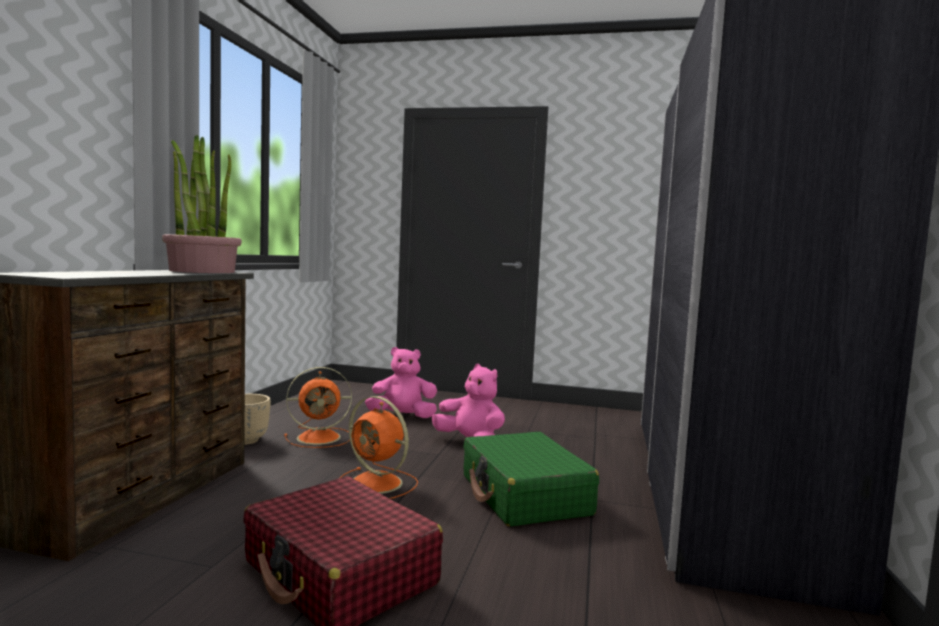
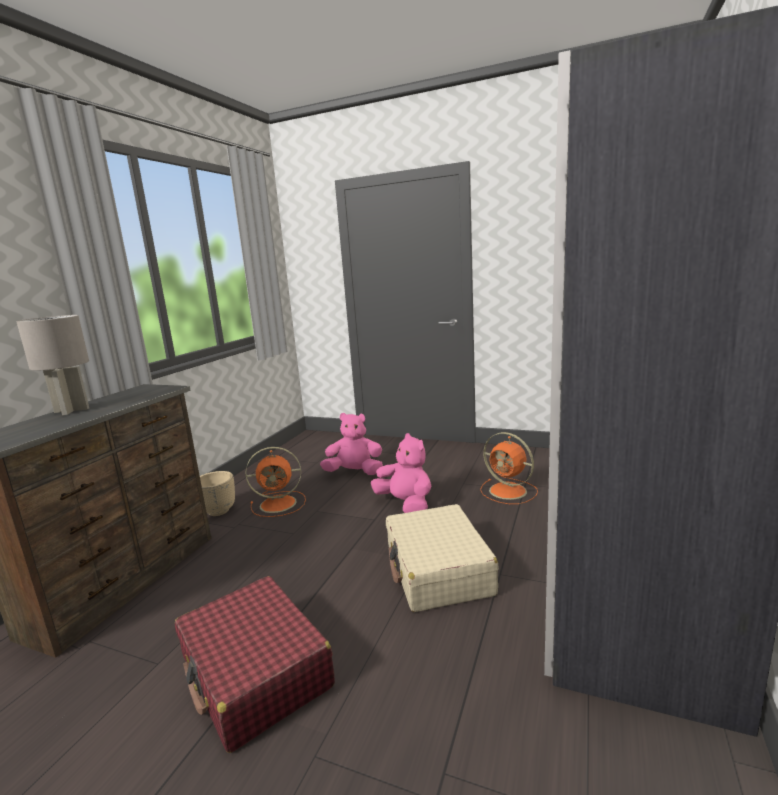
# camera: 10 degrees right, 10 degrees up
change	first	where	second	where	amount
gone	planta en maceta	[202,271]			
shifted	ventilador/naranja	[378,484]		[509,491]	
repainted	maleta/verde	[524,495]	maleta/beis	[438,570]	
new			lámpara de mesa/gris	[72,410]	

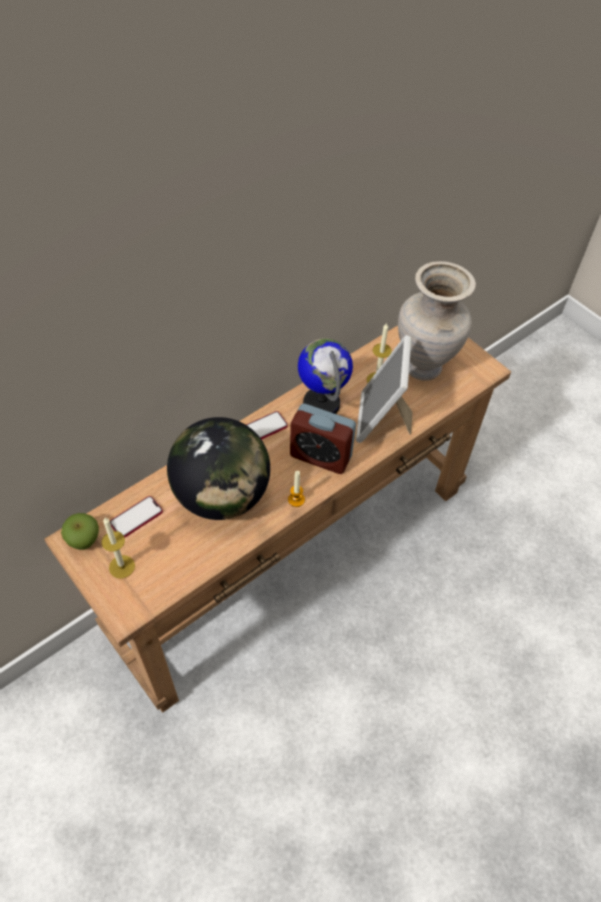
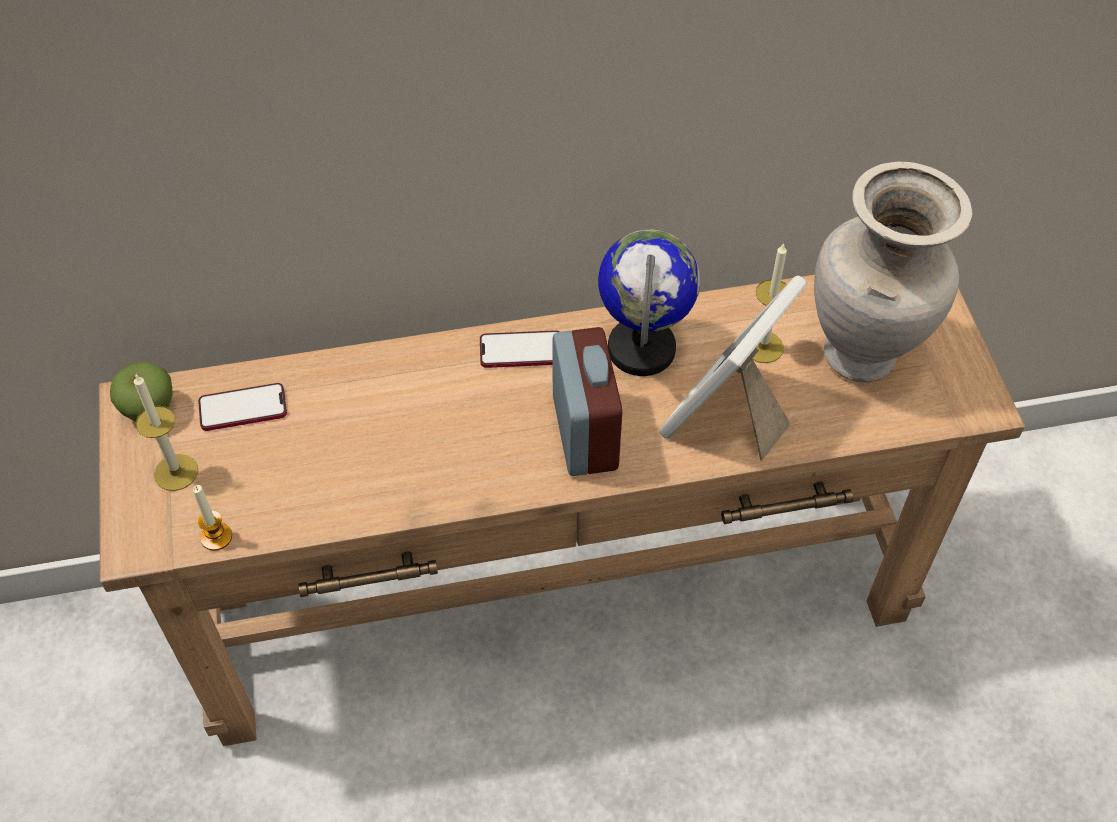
# camera: 30 degrees right, 0 degrees up
change	first	where	second	where	amount
gone	globo terráqueo	[221,496]			
shifted	vela	[296,500]		[216,537]	
rotated	despertador	[320,456]		[585,433]	150 degrees counterclockwise

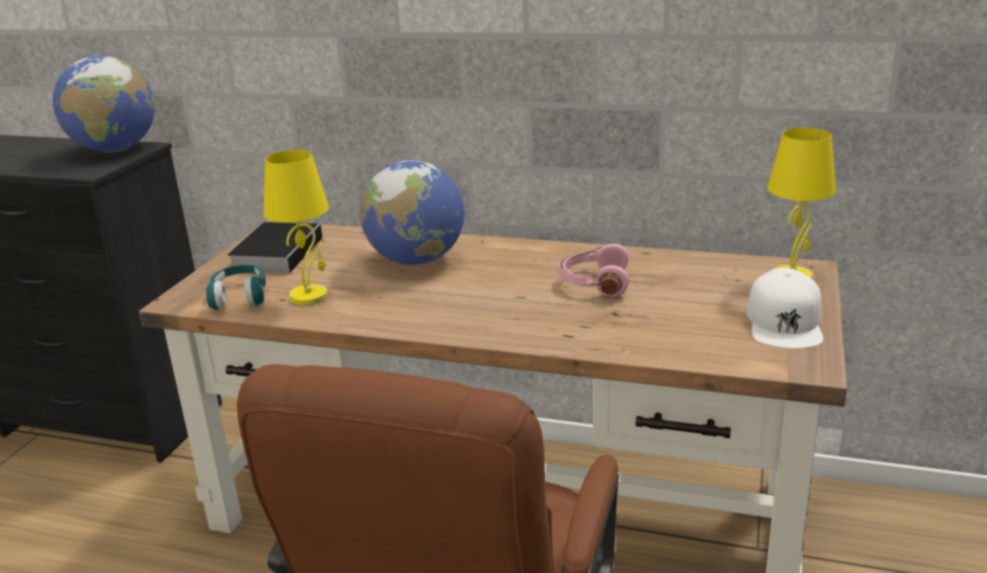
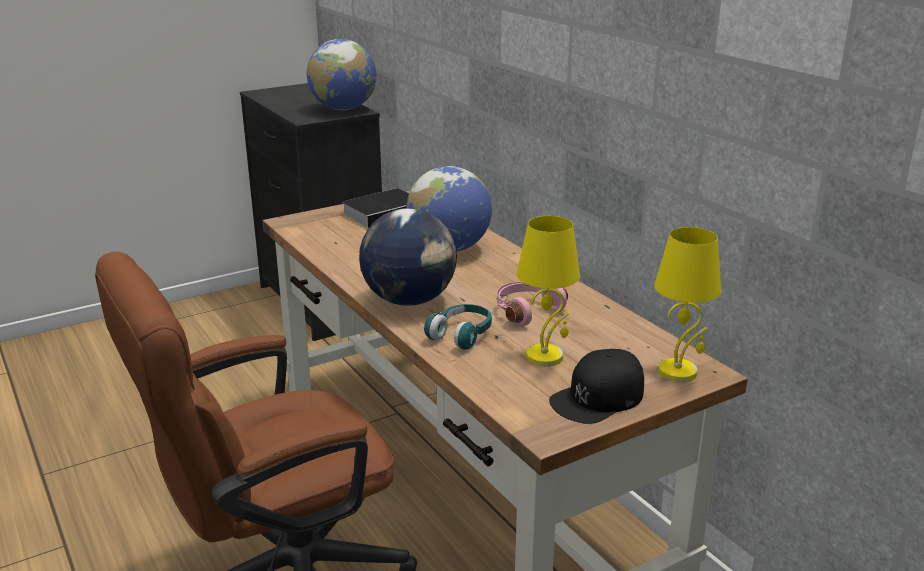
# camera: 40 degrees right, 0 degrees up
change	first	where	second	where	amount
shifted	auriculares/turquesa	[240,297]		[461,335]	
shifted	lámpara de mesa/amarillo	[309,296]		[545,356]	
repainted	gorra/blanco	[785,322]	gorra/negro	[598,397]	
new			globo terráqueo	[410,301]	

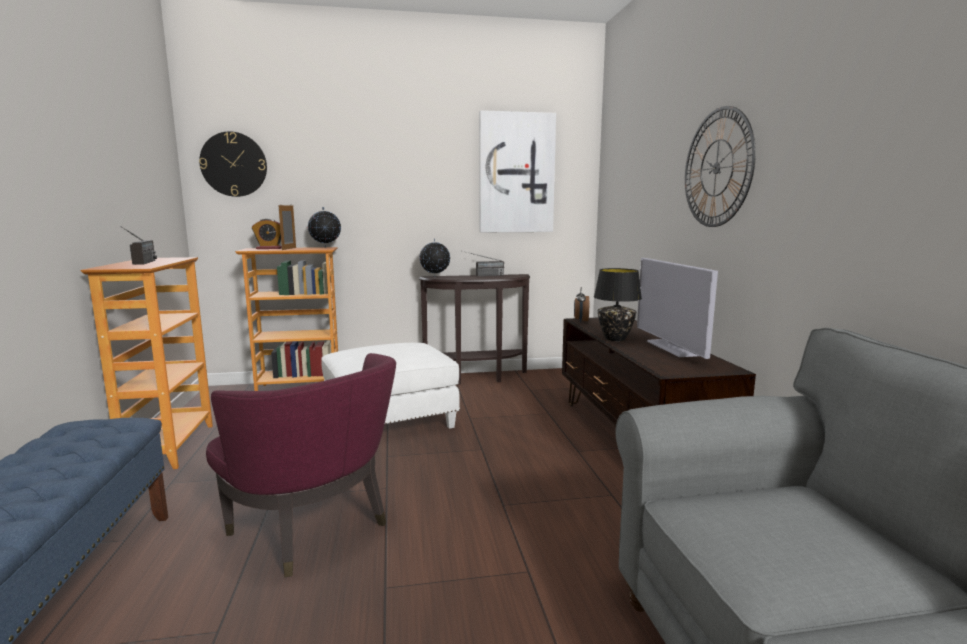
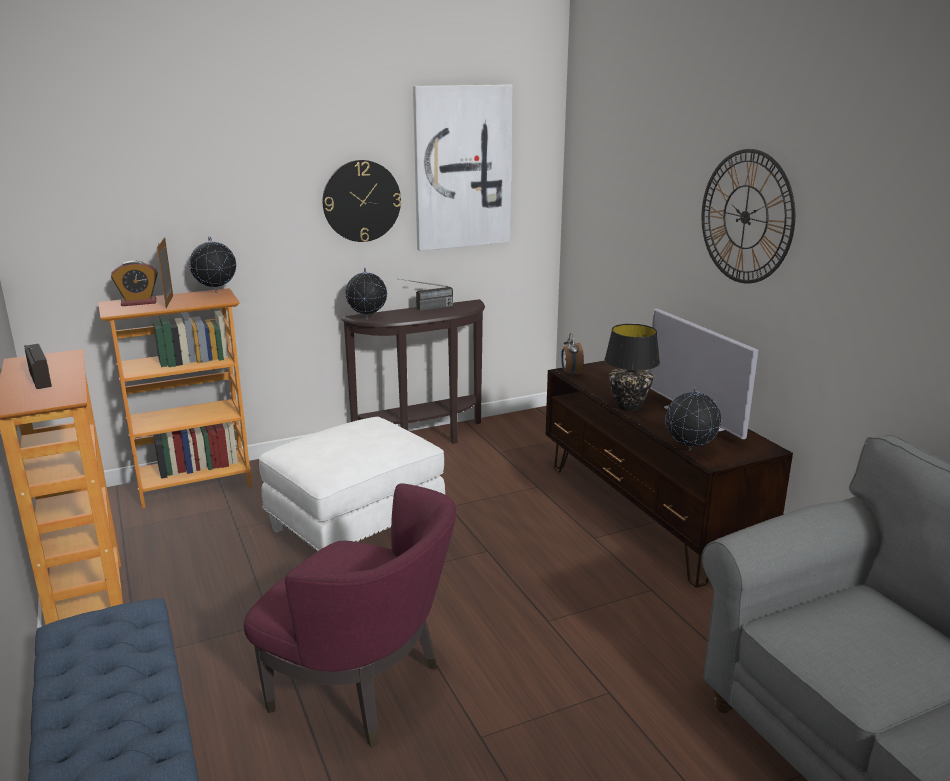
# camera: 15 degrees left, 10 degrees up
change	first	where	second	where	amount
shifted	reloj de pared	[234,164]		[361,201]	
new			globo terráqueo	[689,450]	

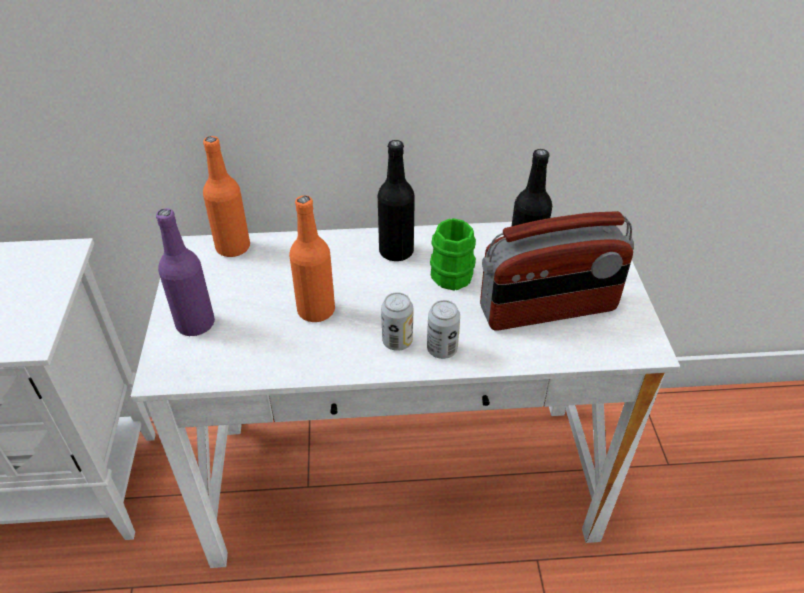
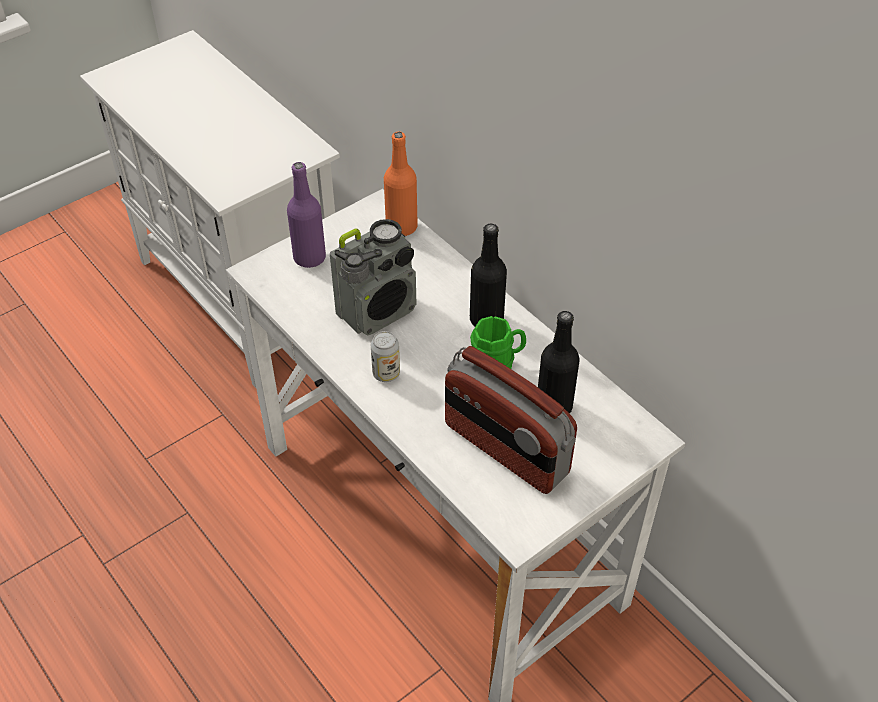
# camera: 55 degrees right, 5 degrees up
change	first	where	second	where	amount
swapped	botella/naranja	[316,310]	radio	[378,311]	
gone	lata	[442,349]			

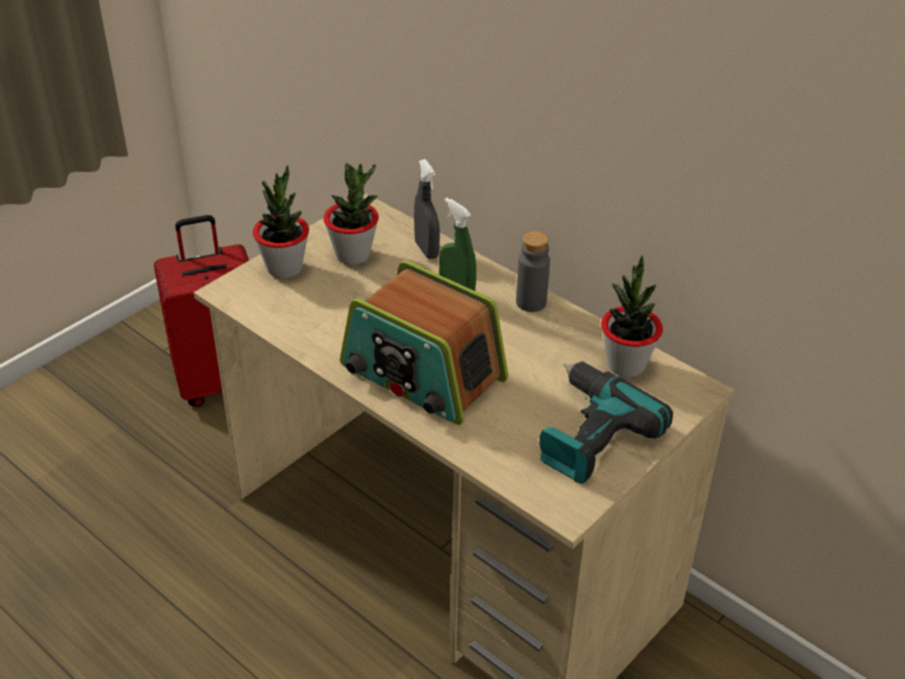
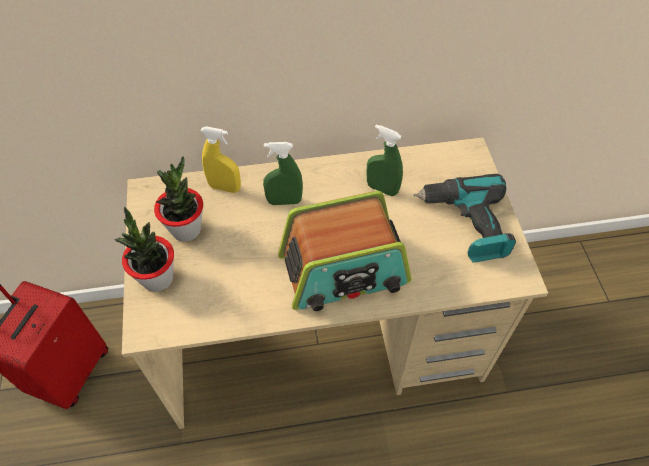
# camera: 50 degrees left, 15 degrees up
change	first	where	second	where	amount
repainted	pulverizador/gris	[426,250]	pulverizador/amarillo	[225,187]	
gone	botella/gris	[531,302]			
gone	planta en maceta	[626,364]			
new			pulverizador/verde	[382,189]	

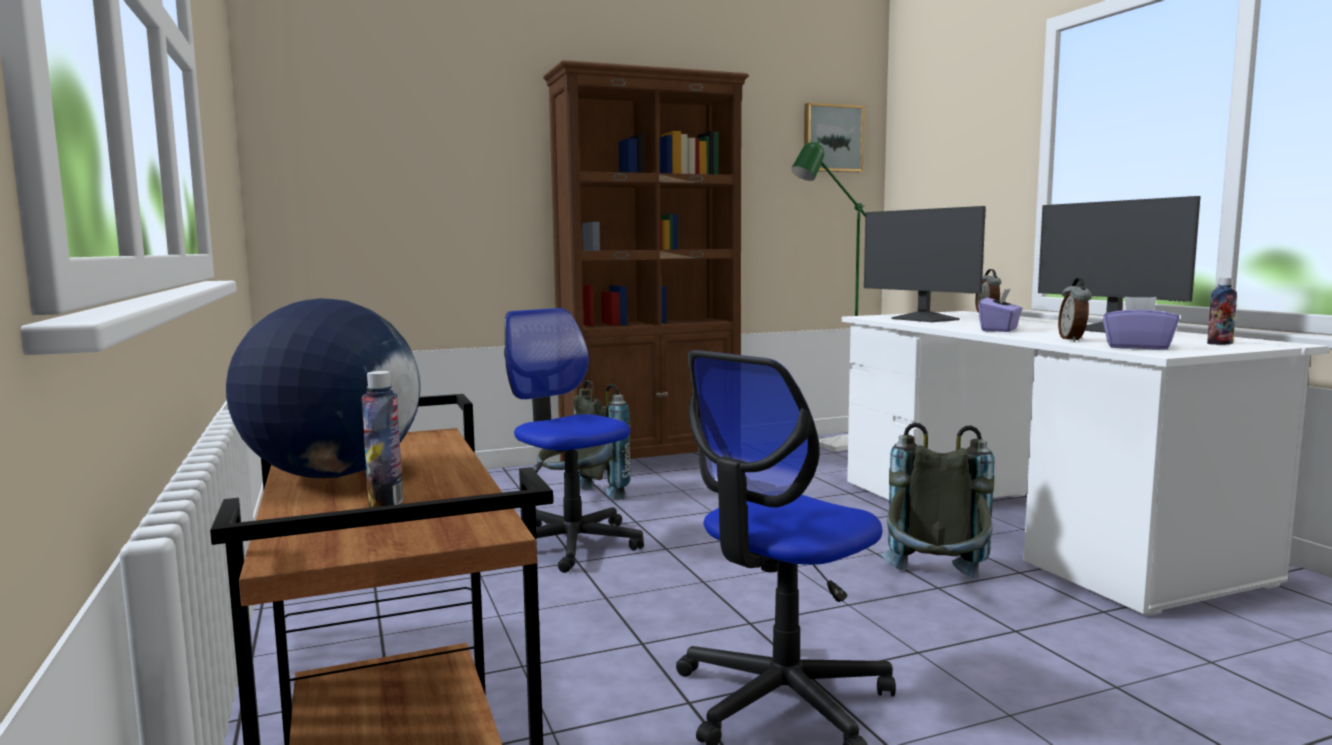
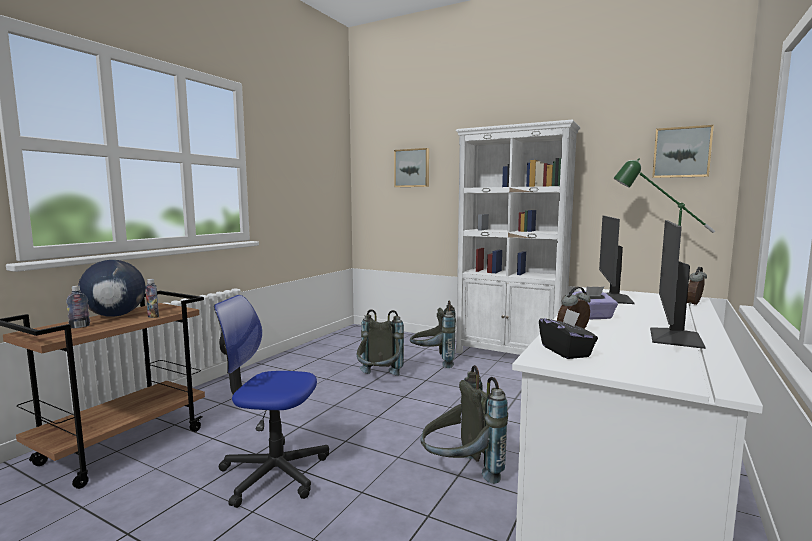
# camera: 50 degrees right, 0 degrees up
change	first	where	second	where	amount
swapped	silla de oficina	[570,544]	mochila/gris	[379,379]	
repainted	estantería/marrón	[652,462]	estantería/blanco	[510,355]	
repainted	caja de pañuelos/morado	[1137,347]	caja de pañuelos/negro	[566,351]	
shifted	botella	[1220,344]		[153,316]	
new			cuadro	[412,168]	

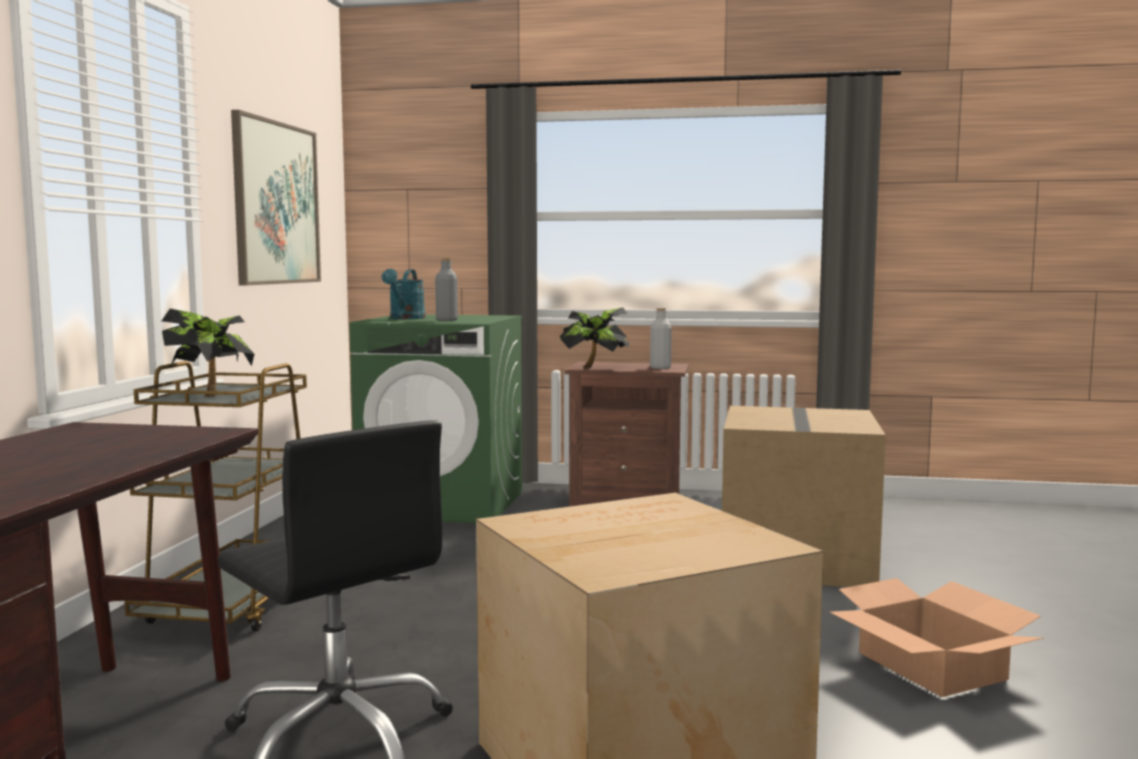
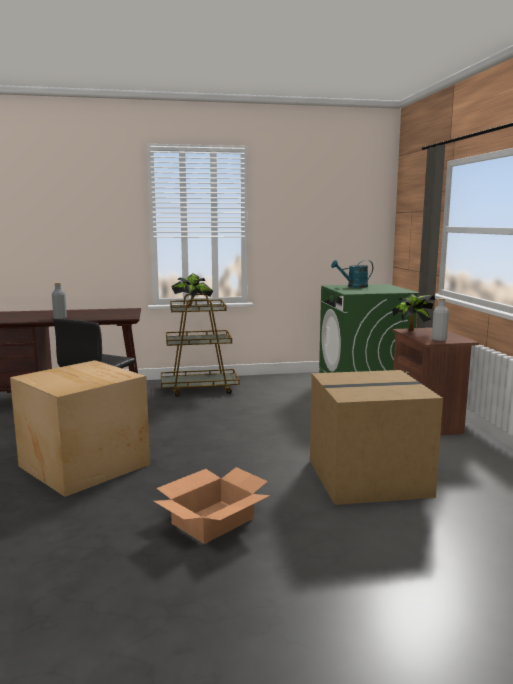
# camera: 70 degrees right, 5 degrees up
change	first	where	second	where	amount
gone	cuadro	[276,203]			
shifted	botella/gris	[447,320]		[60,318]	

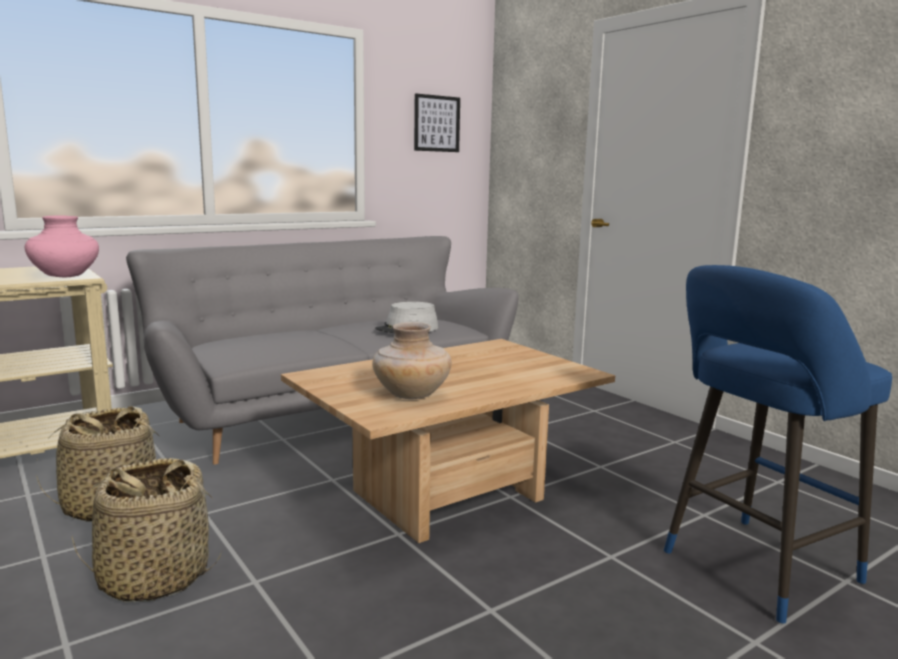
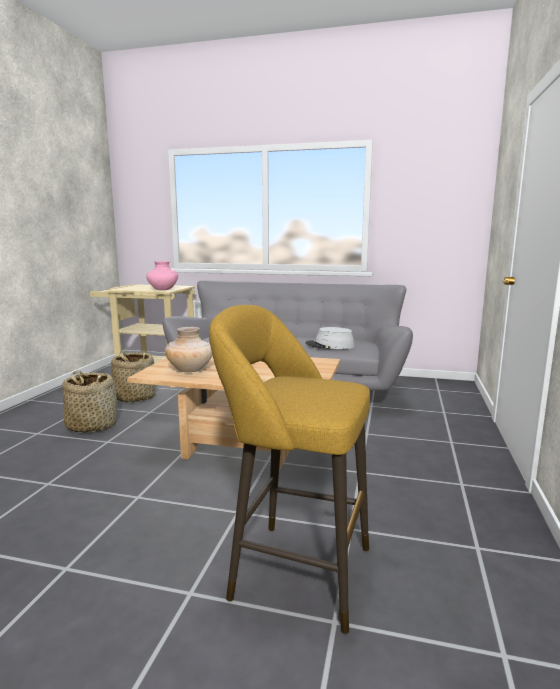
# camera: 50 degrees right, 0 degrees up
change	first	where	second	where	amount
gone	cuadro	[436,123]			
repainted	taburete/azul	[753,569]	taburete/amarillo	[293,570]	

